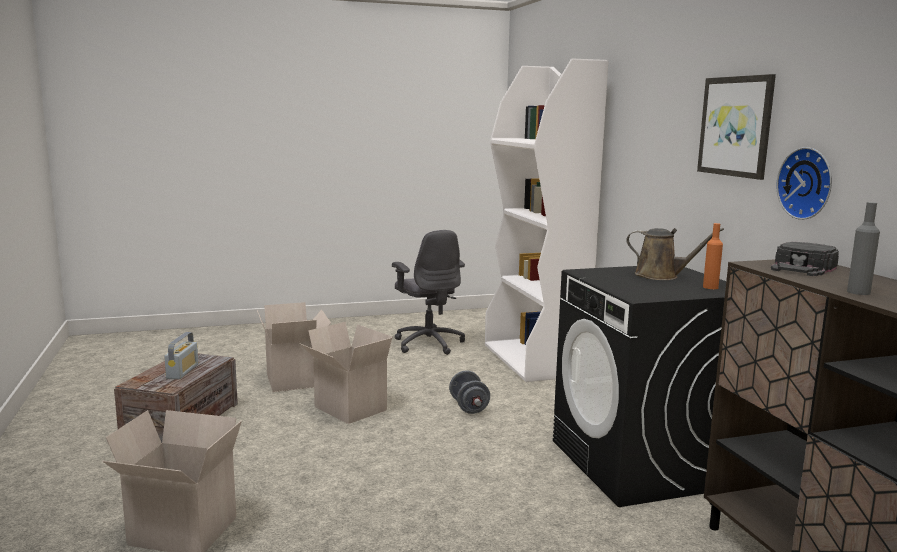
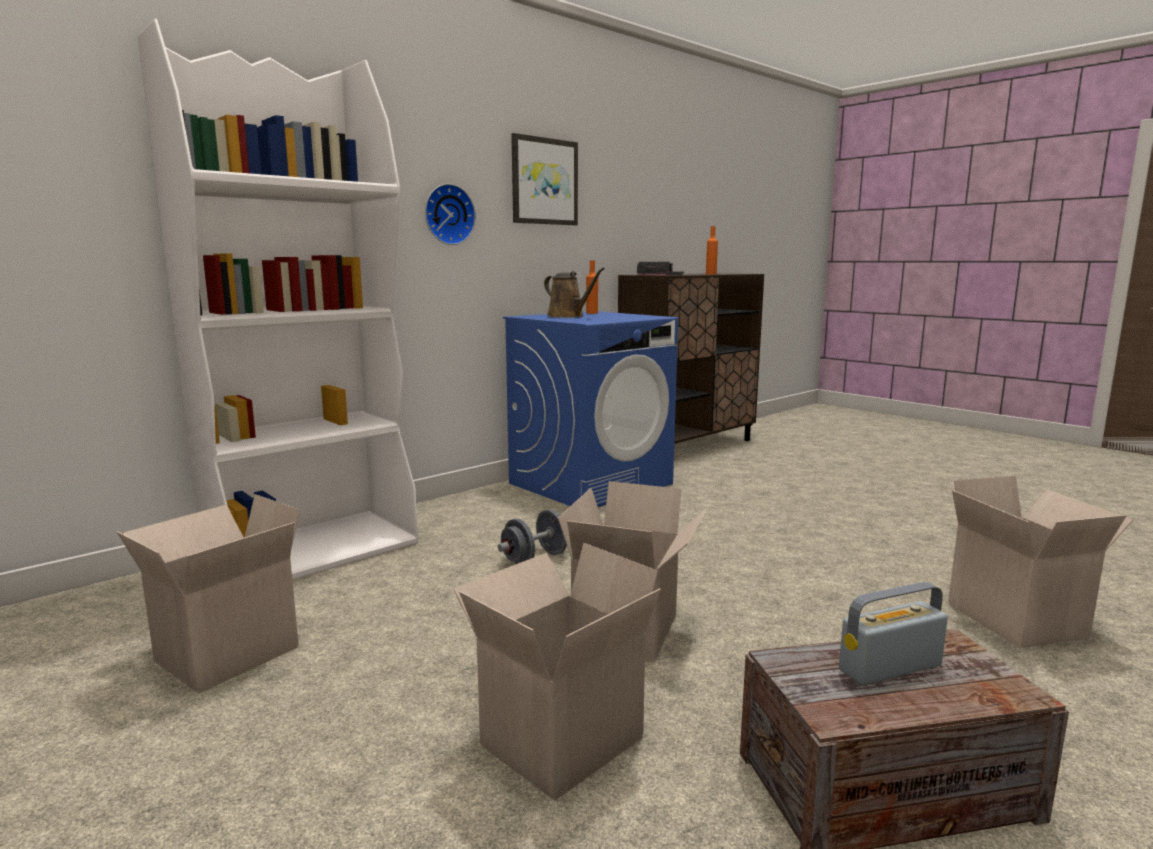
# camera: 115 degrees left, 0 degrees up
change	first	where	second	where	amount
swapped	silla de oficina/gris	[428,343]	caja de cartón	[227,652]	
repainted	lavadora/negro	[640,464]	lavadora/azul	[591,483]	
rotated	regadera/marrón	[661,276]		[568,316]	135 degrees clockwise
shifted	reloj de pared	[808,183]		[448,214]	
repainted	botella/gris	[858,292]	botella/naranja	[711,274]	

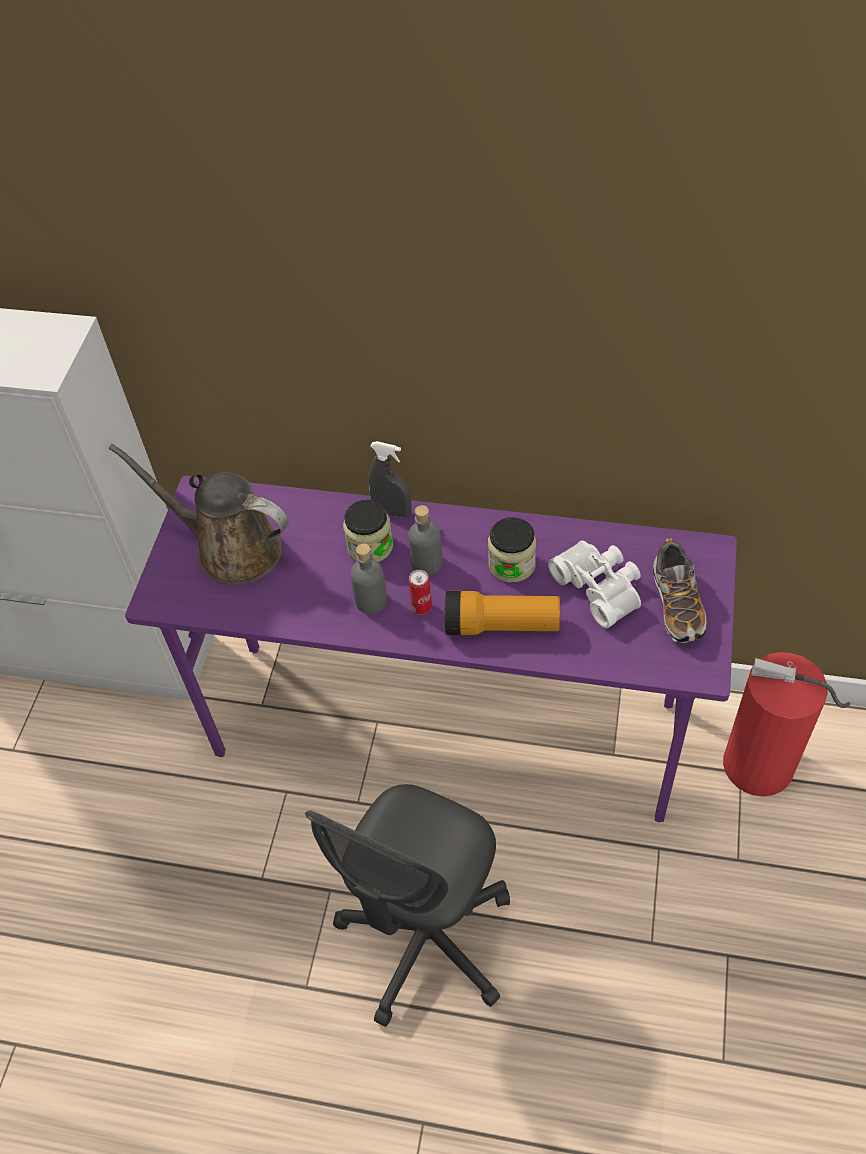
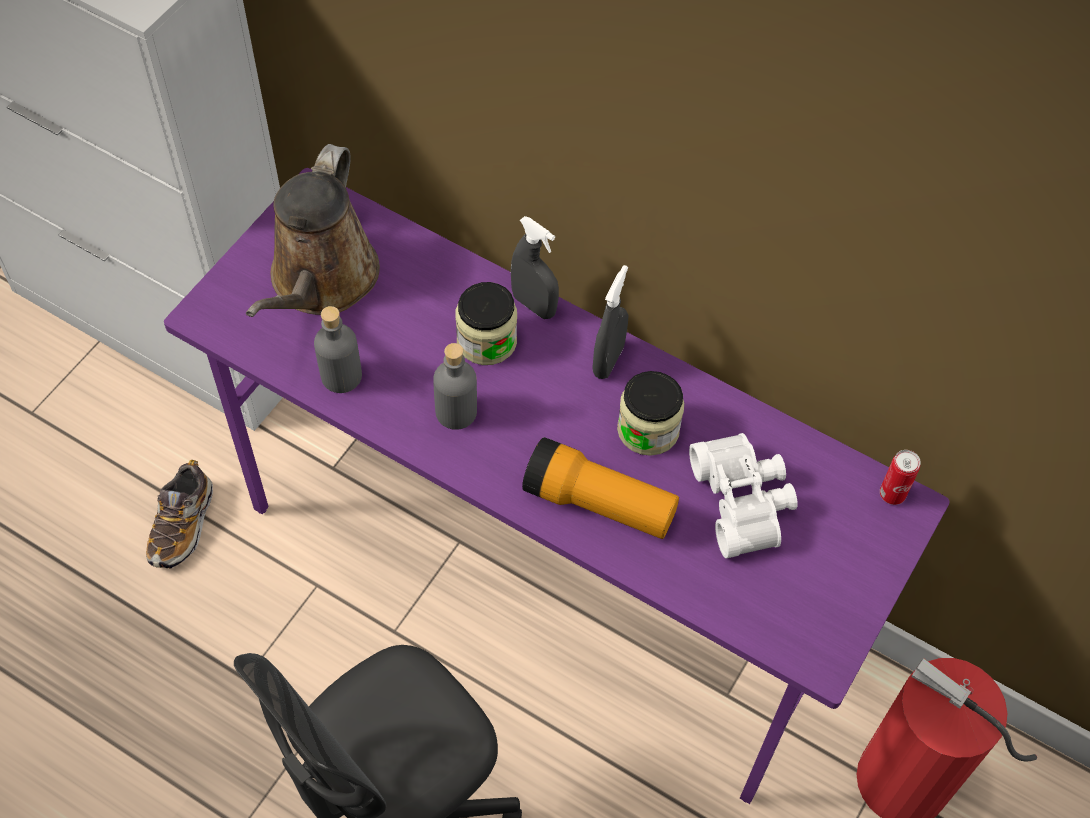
# camera: 15 degrees right, 5 degrees up
change	first	where	second	where	amount
rotated	regadera/marrón	[230,548]		[321,282]	120 degrees counterclockwise
shifted	botella/gris	[427,563]		[341,376]	
shifted	lata	[421,607]		[892,494]	
shifted	zapato	[676,604]		[182,525]	
new			pulverizador/gris	[608,360]	

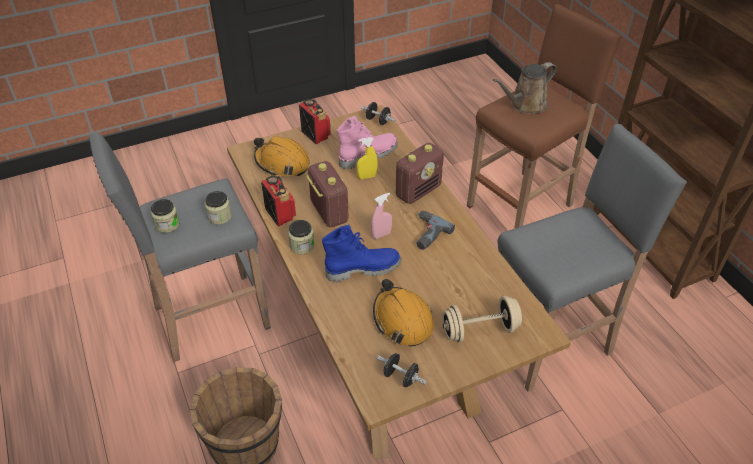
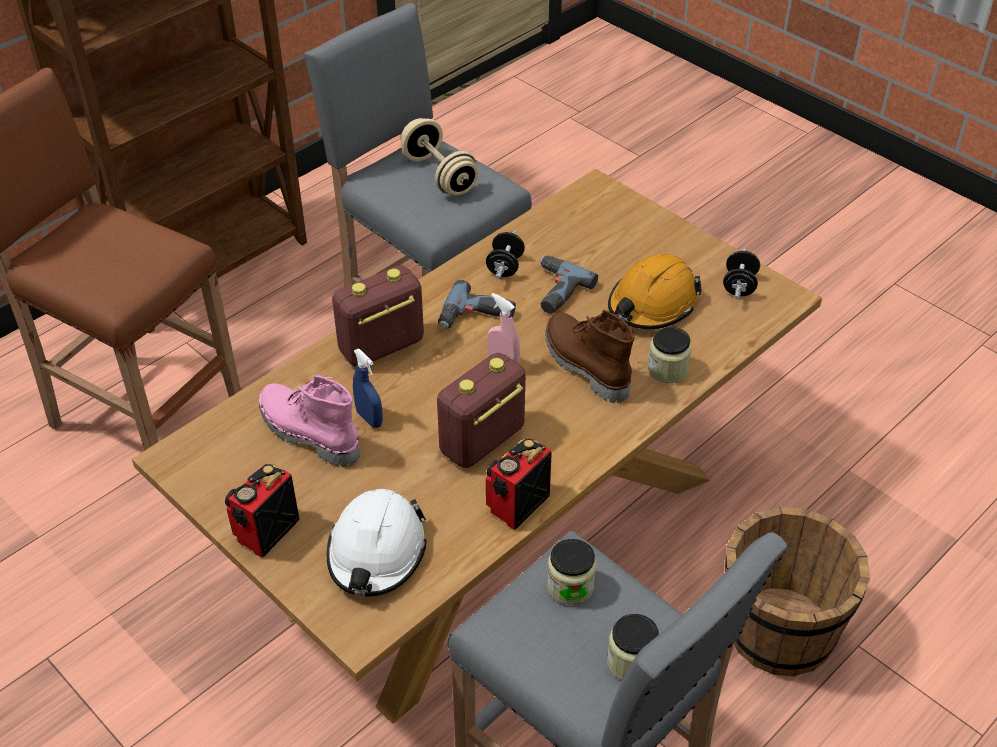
# camera: 110 degrees left, 0 degrees up
change	first	where	second	where	amount
repainted	casco/naranja	[282,163]	casco/blanco	[376,552]	
shifted	tarro	[302,246]		[667,369]	
repainted	bota/azul	[362,268]	bota/marrón	[584,366]	
repainted	pulverizador/amarillo	[367,176]	pulverizador/azul	[369,418]	
shifted	mancuerna/negro	[378,121]		[505,267]	
rotated	radio	[418,191]		[381,347]	60 degrees counterclockwise
shifted	mancuerna/beis	[480,330]		[439,175]	
gone	regadera/marrón	[525,105]			
new			taladro	[554,290]	

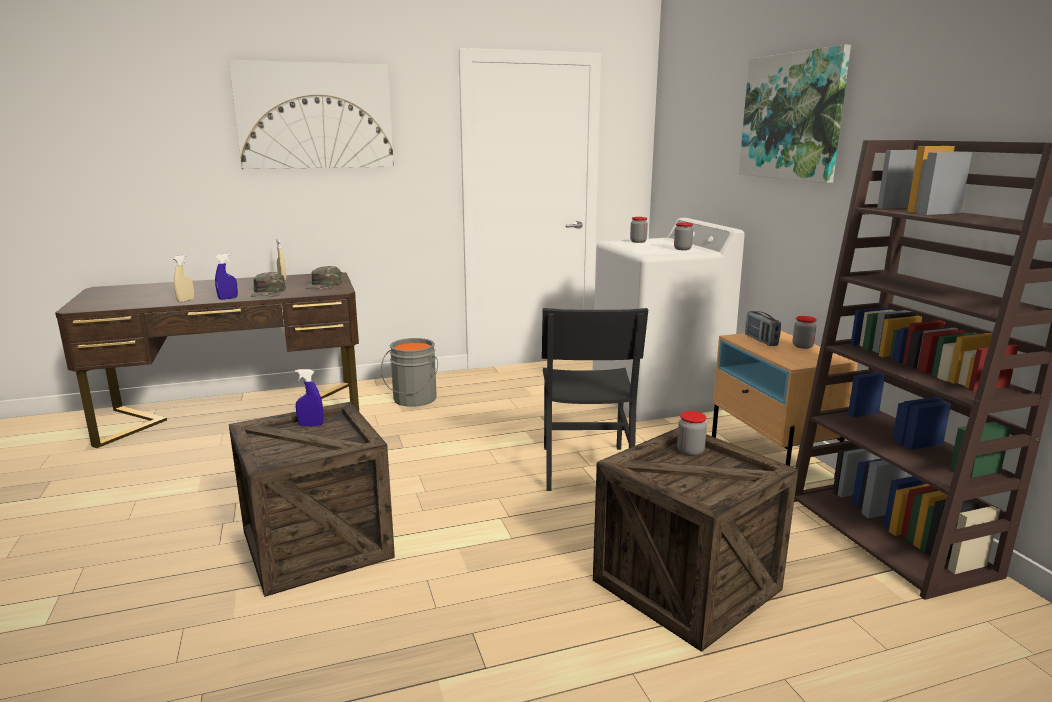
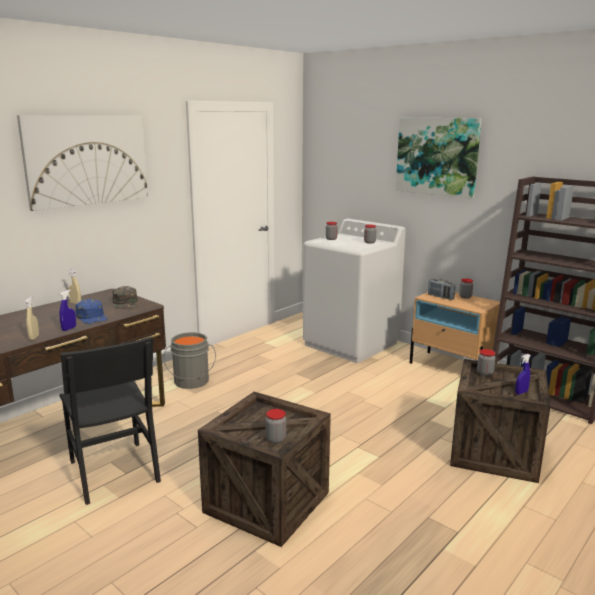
# camera: 30 degrees left, 0 degrees up
change	first	where	second	where	amount
repainted	gorra/verde	[268,292]	gorra/azul	[92,317]	
shifted	pulverizador/azul	[311,425]		[521,392]	
shifted	silla/negro	[585,467]		[113,471]	
new			tarro	[276,439]	

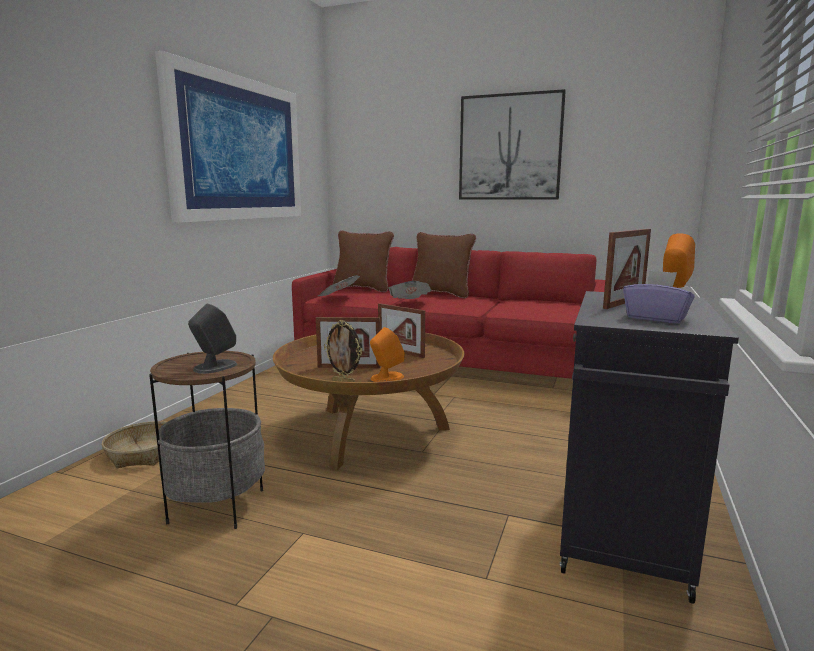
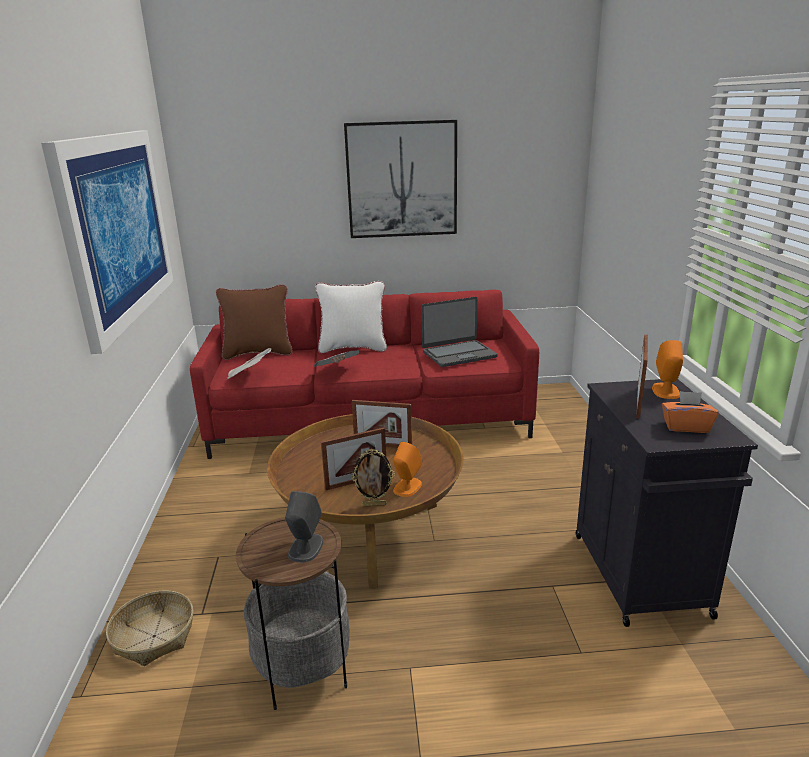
# camera: 25 degrees left, 10 degrees up
change	first	where	second	where	amount
repainted	cojín/marrón	[441,294]	cojín/blanco	[353,348]	
repainted	caja de pañuelos/morado	[656,318]	caja de pañuelos/naranja	[686,427]	
new			portátil	[458,354]	

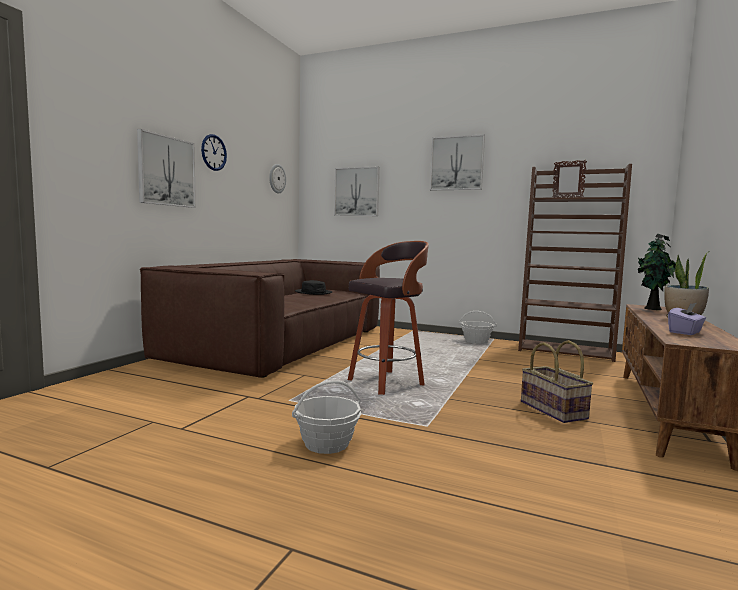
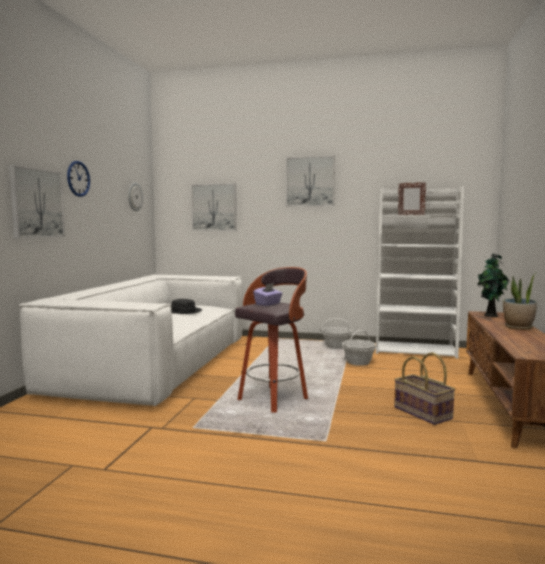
# camera: 10 degrees left, 0 degrees up
change	first	where	second	where	amount
repainted	sofá/marrón	[281,343]	sofá/blanco	[155,364]	
shifted	cesta	[327,443]		[358,362]	
repainted	estantería/marrón	[566,351]	estantería/blanco	[415,350]	
shifted	caja de pañuelos/morado	[685,332]		[268,304]	

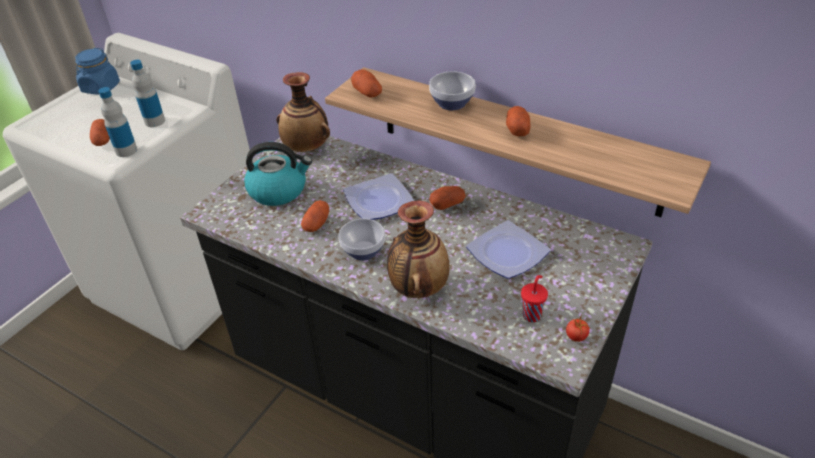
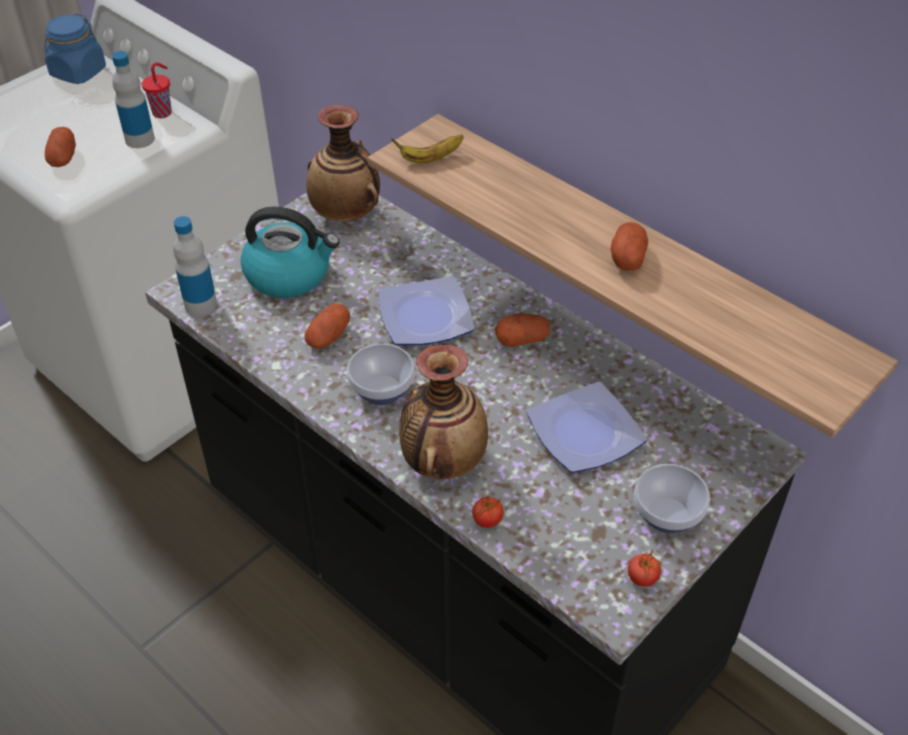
# camera: 10 degrees right, 5 degrees up
change	first	where	second	where	amount
shifted	botella	[126,150]		[200,304]	
swapped	patata	[367,92]	plátano	[430,158]	
shifted	cuenco	[451,103]		[665,514]	
shifted	taza/rojo	[532,315]		[163,112]	
new			tomate	[487,521]	

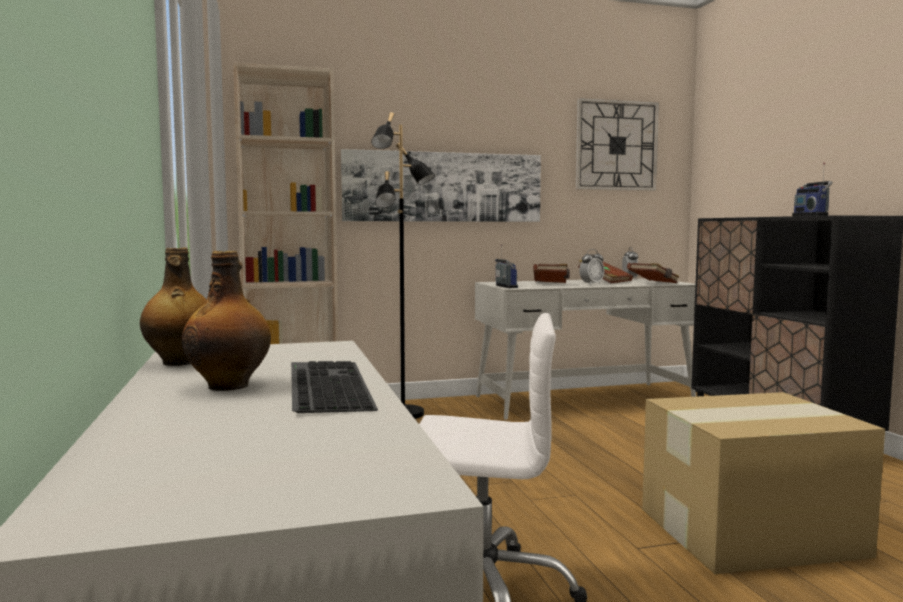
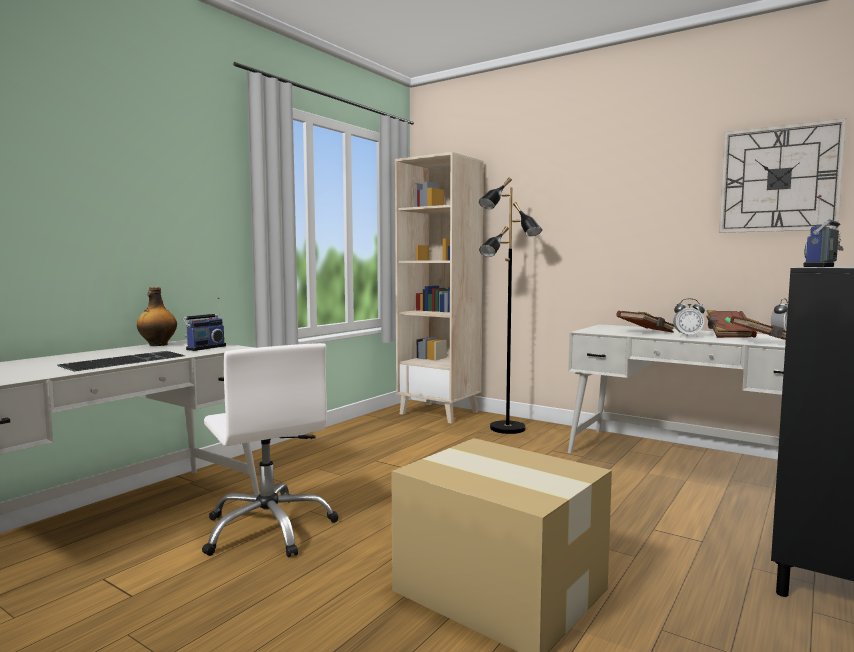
# camera: 50 degrees right, 0 degrees up
change	first	where	second	where	amount
gone	botella	[230,386]			
gone	cuadro	[443,187]			
shifted	radio	[504,286]		[204,347]	

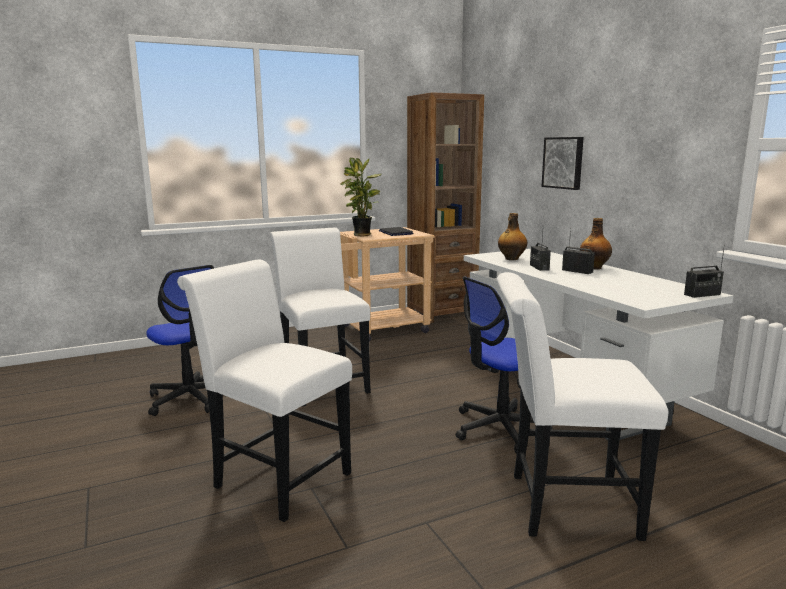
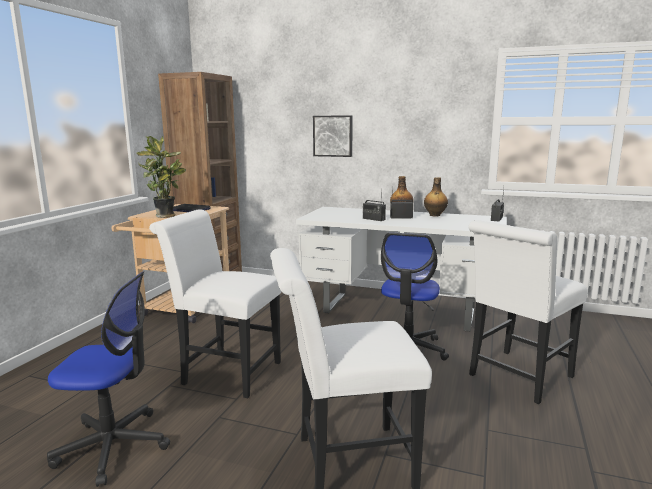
# camera: 45 degrees left, 0 degrees up
change	first	where	second	where	amount
shifted	botella	[511,259]		[434,215]	

